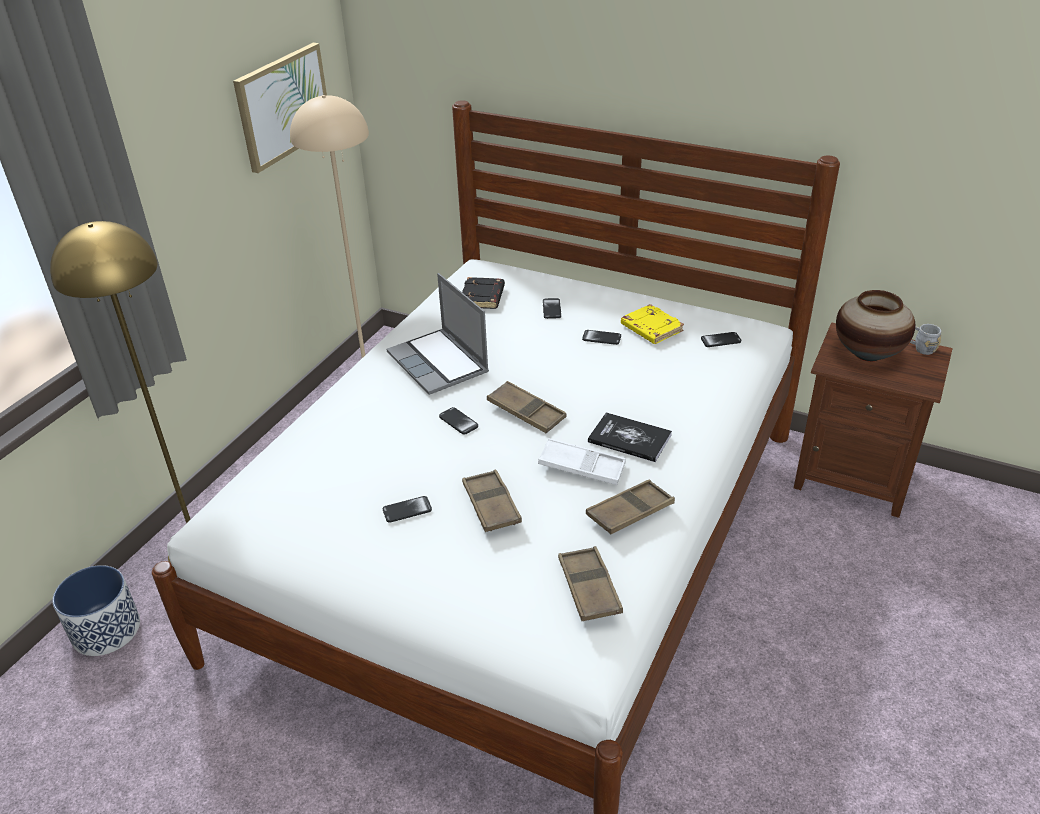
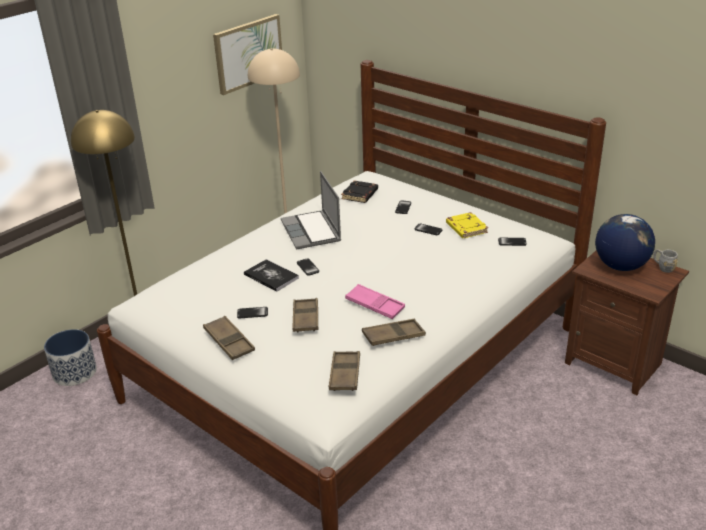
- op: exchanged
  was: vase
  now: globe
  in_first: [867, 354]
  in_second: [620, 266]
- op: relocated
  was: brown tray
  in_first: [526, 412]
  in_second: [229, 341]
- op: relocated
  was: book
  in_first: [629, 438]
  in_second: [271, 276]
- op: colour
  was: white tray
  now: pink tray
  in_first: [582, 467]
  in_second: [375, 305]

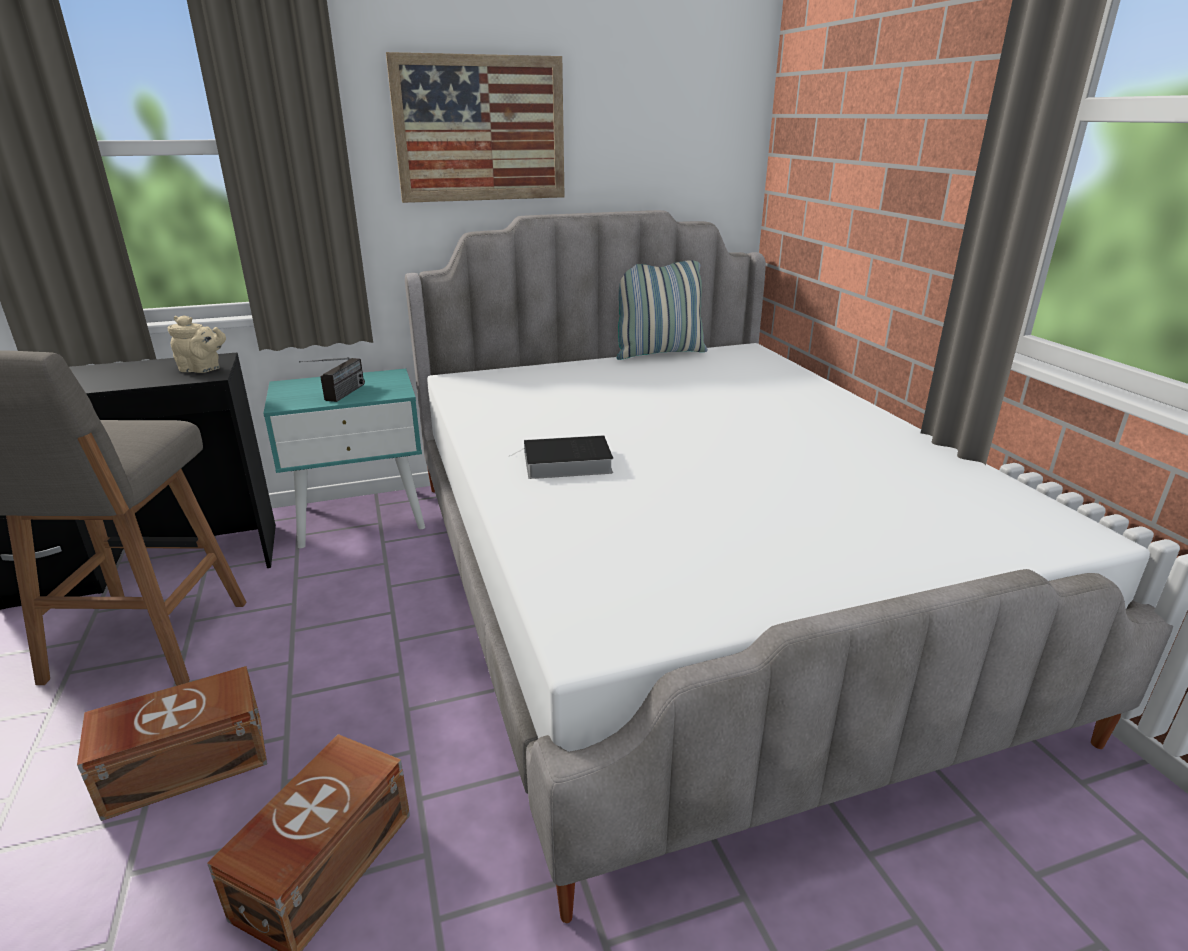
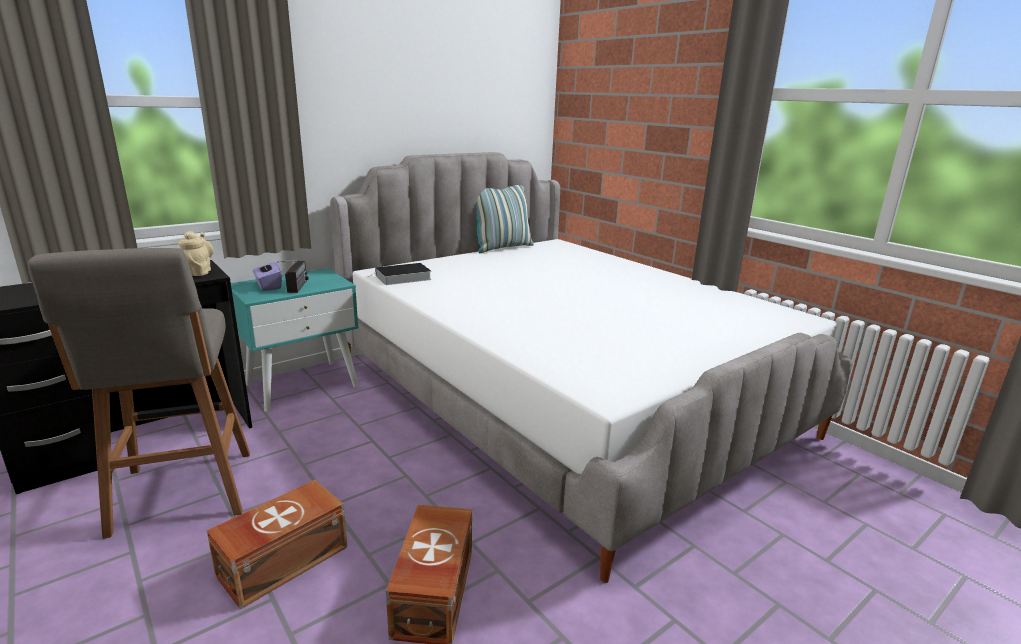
- op: missing
  was: picture
  in_first: [480, 129]
- op: spun
  was: beige teapot
  in_first: [203, 369]
  in_second: [199, 272]
  clockwise: -90
- op: relocated
  was: book
  in_first: [564, 463]
  in_second: [402, 278]
- op: appeared
  now: purple tissue box
  in_second: [268, 286]

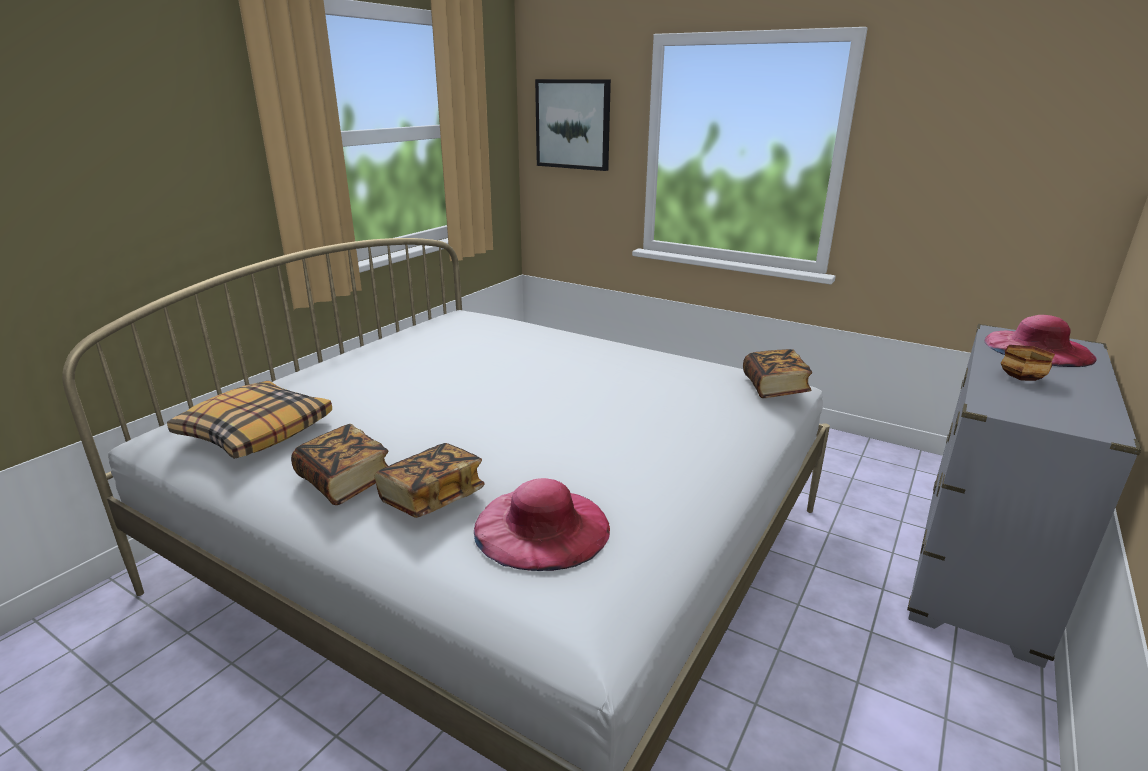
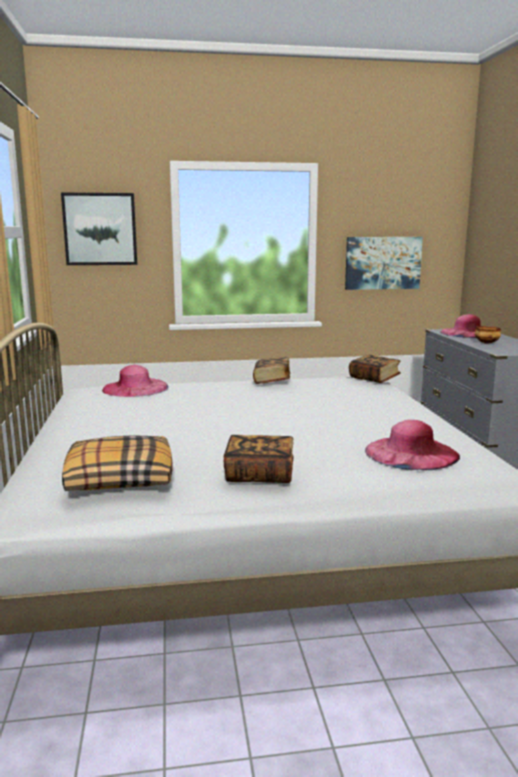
- op: relocated
  was: book
  in_first: [432, 497]
  in_second: [271, 381]
- op: appeared
  now: picture
  in_second: [382, 263]
- op: appeared
  now: pink hat
  in_second: [135, 388]

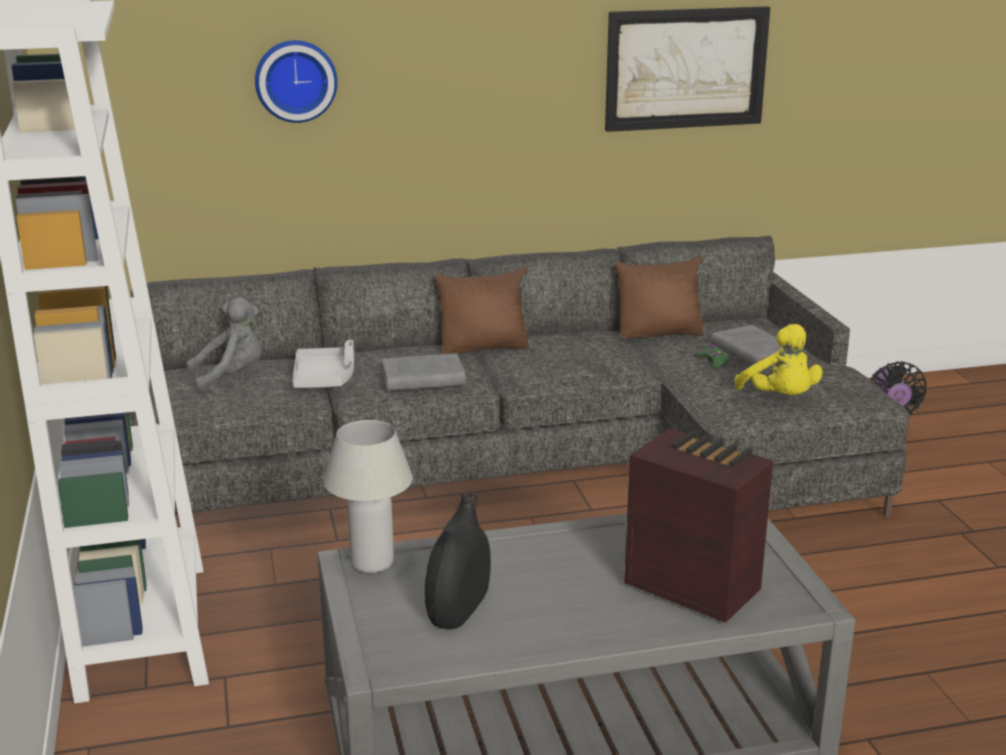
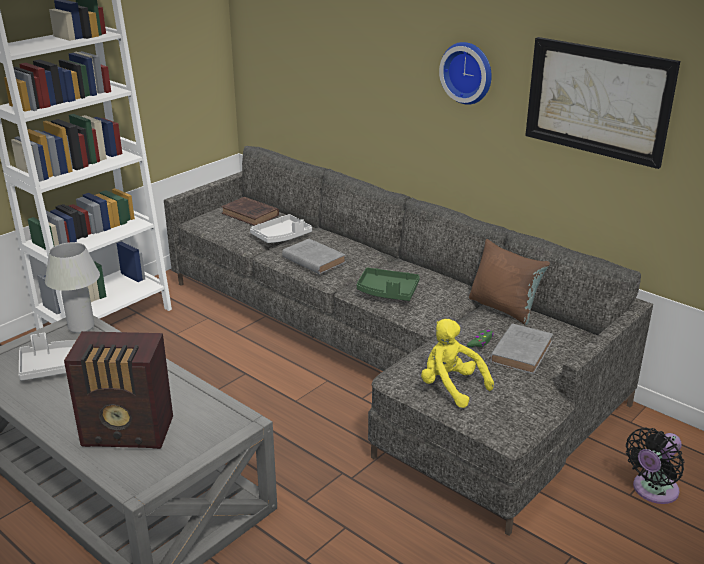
- op: relocated
  was: wall clock
  in_first: [295, 80]
  in_second: [468, 72]
- op: missing
  was: brown pillow
  in_first: [485, 347]
- op: exchanged
  was: grey plush toy
  now: brown book
  in_first: [231, 376]
  in_second: [251, 215]
- op: spun
  was: yellow plush toy
  in_first: [780, 398]
  in_second: [451, 387]
  clockwise: 105
- op: spun
  was: radio
  in_first: [691, 585]
  in_second: [129, 433]
  clockwise: 90
- op: exchanged
  was: black vase
  now: grey tray
  in_first: [458, 606]
  in_second: [54, 367]
- op: appeared
  now: green tray
  in_second: [387, 292]

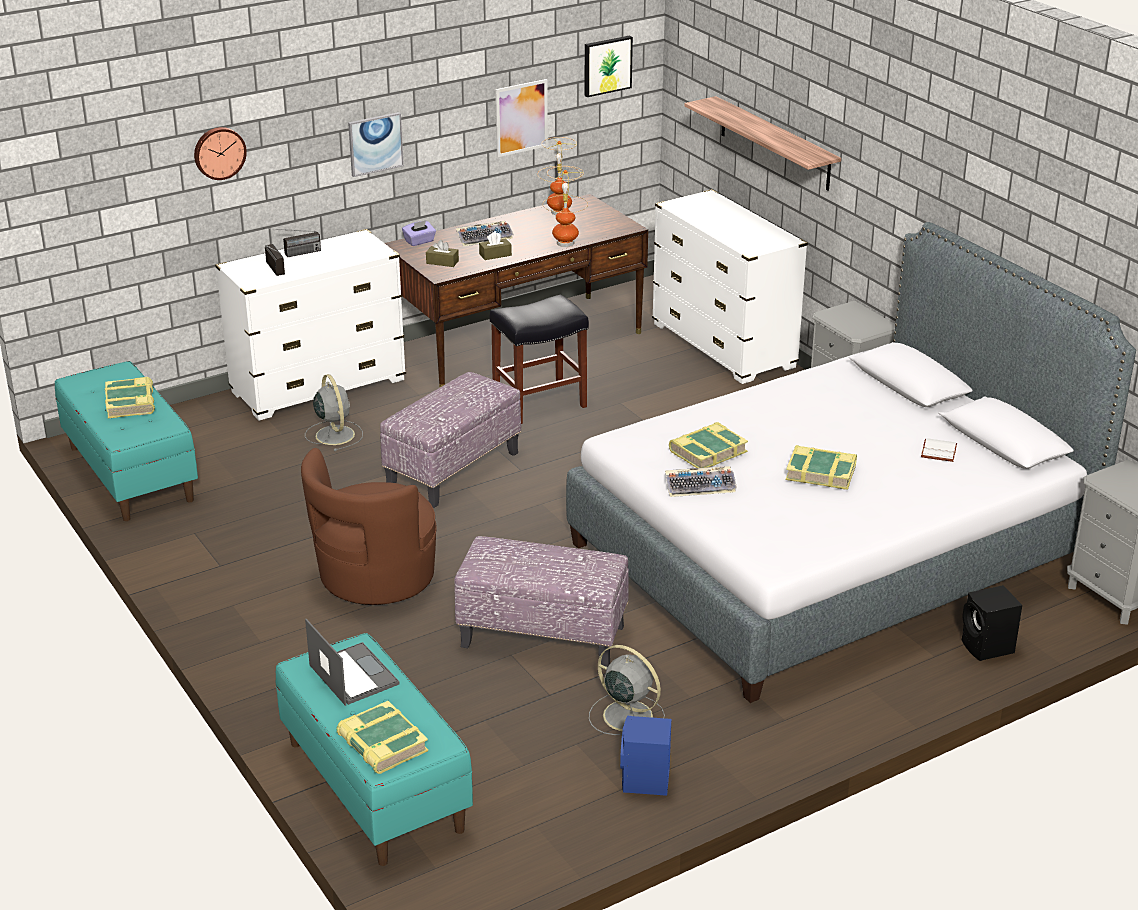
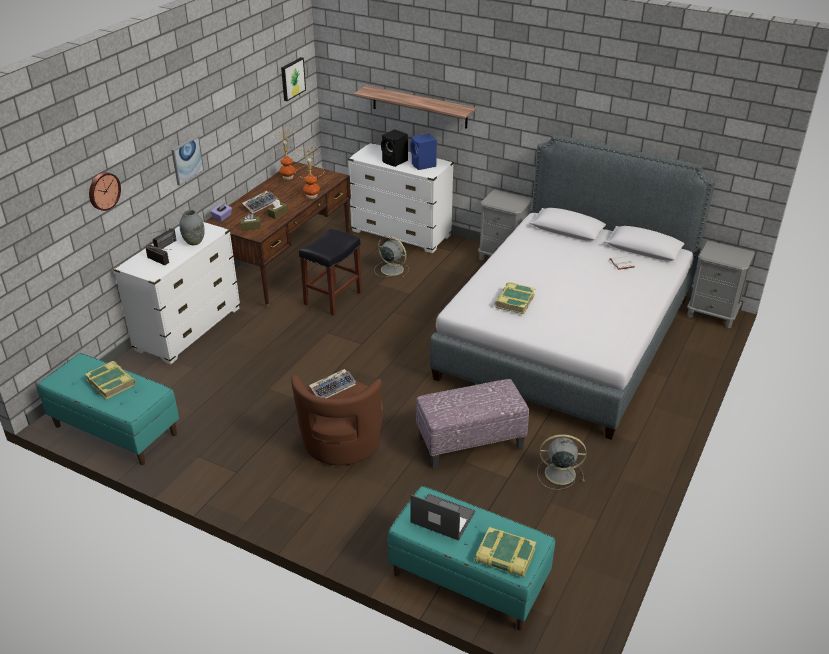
- op: missing
  was: picture
  in_first: [521, 117]
- op: missing
  was: ottoman
  in_first: [453, 469]
- op: relocated
  was: grey fan
  in_first: [334, 434]
  in_second: [391, 269]
- op: missing
  was: book
  in_first: [821, 472]
- op: relocated
  was: keyboard
  in_first: [700, 486]
  in_second: [333, 387]
- op: relocated
  was: black speaker
  in_first: [988, 648]
  in_second: [395, 161]
- op: relocated
  was: blue speaker
  in_first: [645, 782]
  in_second: [423, 165]
- op: appeared
  now: grey vase
  in_second: [194, 242]

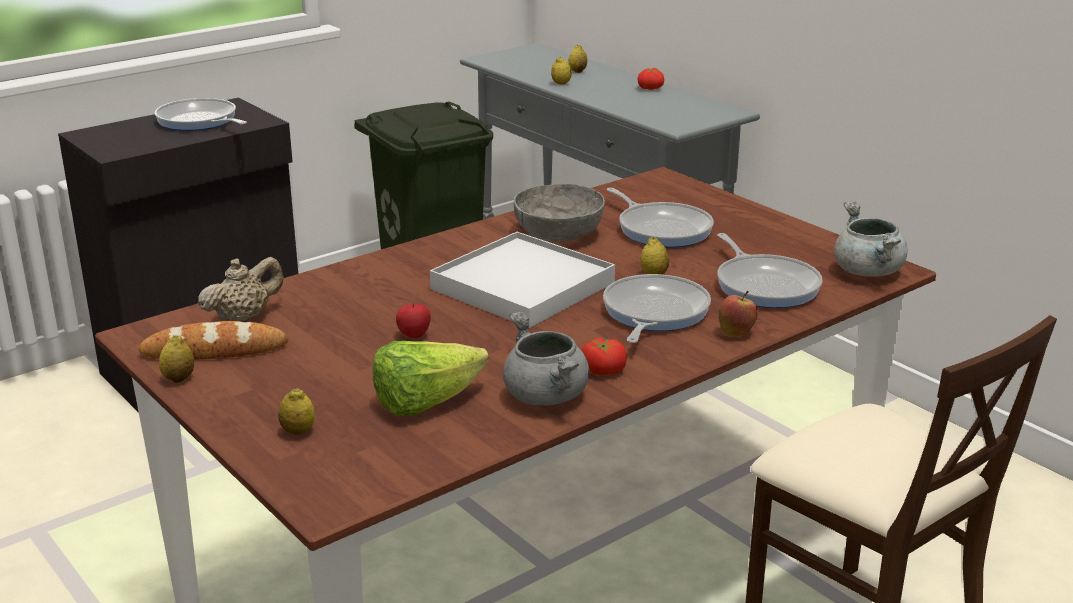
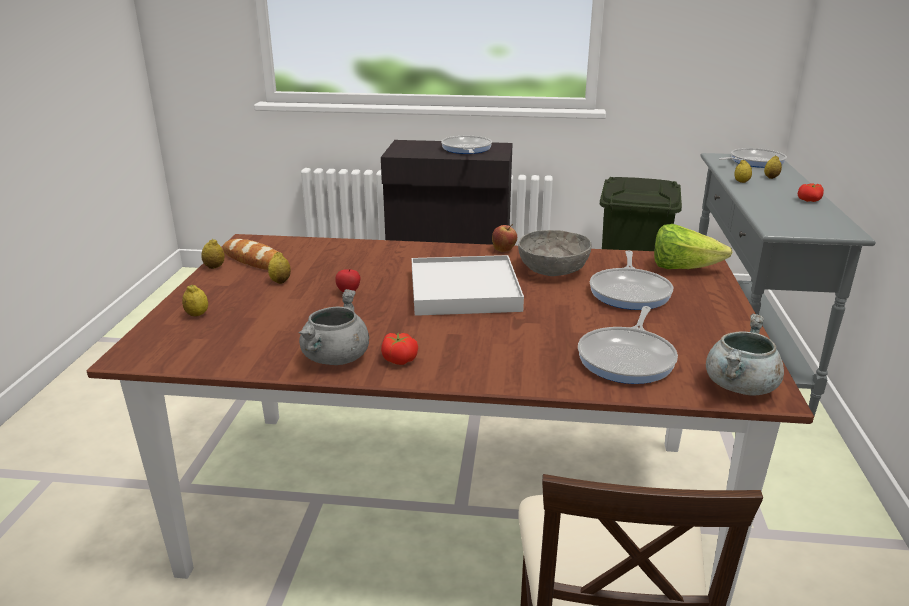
- op: relocated
  was: lemon
  in_first: [654, 275]
  in_second: [280, 281]
- op: missing
  was: beige teapot
  in_first: [244, 318]
- op: relocated
  was: frying pan
  in_first: [653, 313]
  in_second: [754, 162]
- op: relocated
  was: apple
  in_first: [736, 333]
  in_second: [504, 250]
- op: relocated
  was: lettuce
  in_first: [425, 403]
  in_second: [682, 268]

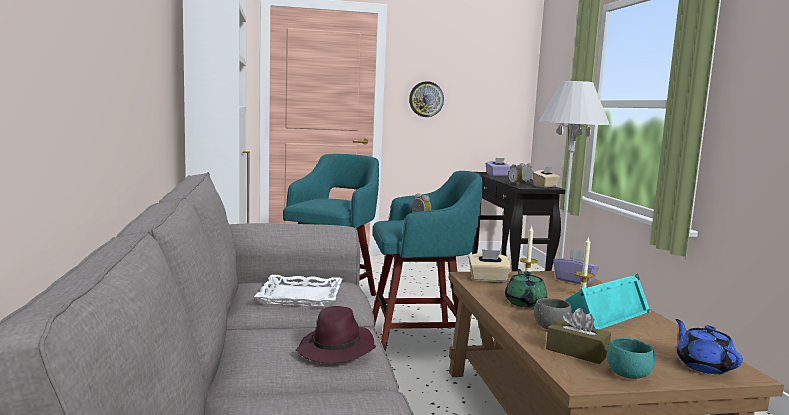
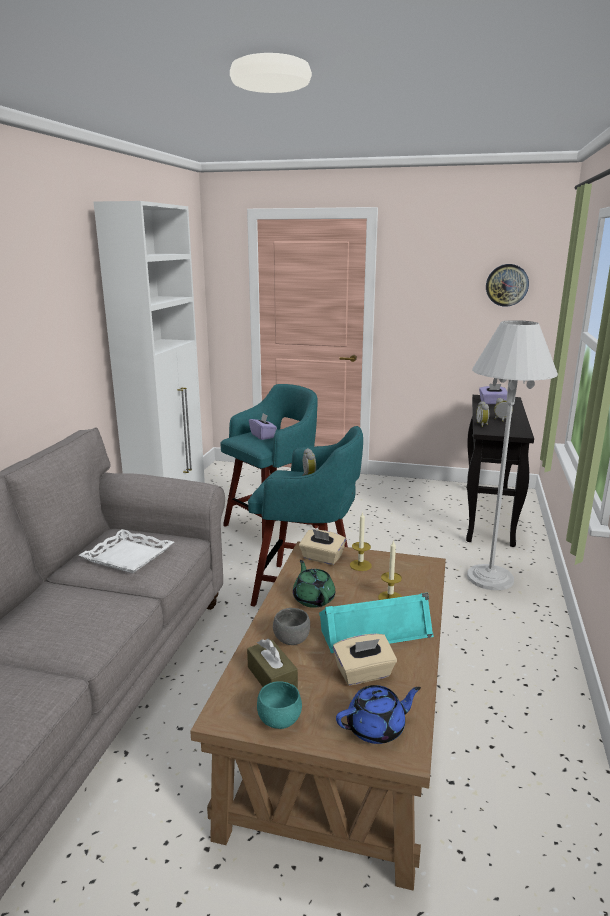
- op: relocated
  was: wall clock
  in_first: [426, 99]
  in_second: [507, 285]
- op: relocated
  was: beige tissue box
  in_first: [545, 186]
  in_second: [364, 674]
- op: relocated
  was: purple tissue box
  in_first: [574, 280]
  in_second: [263, 436]
- op: spun
  was: green teapot
  in_first: [525, 302]
  in_second: [313, 598]
  clockwise: -45
- op: missing
  was: purple hat
  in_first: [336, 350]
- op: spun
  was: blue teapot
  in_first: [703, 365]
  in_second: [377, 728]
  clockwise: 60

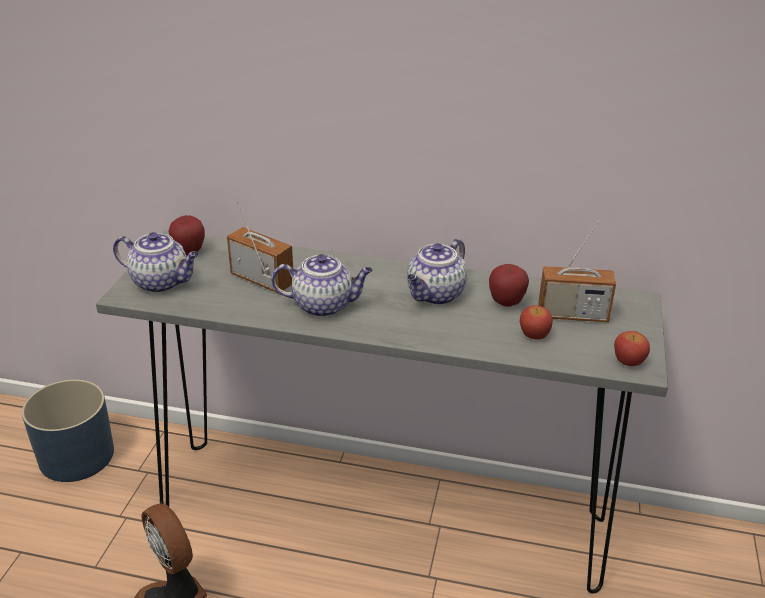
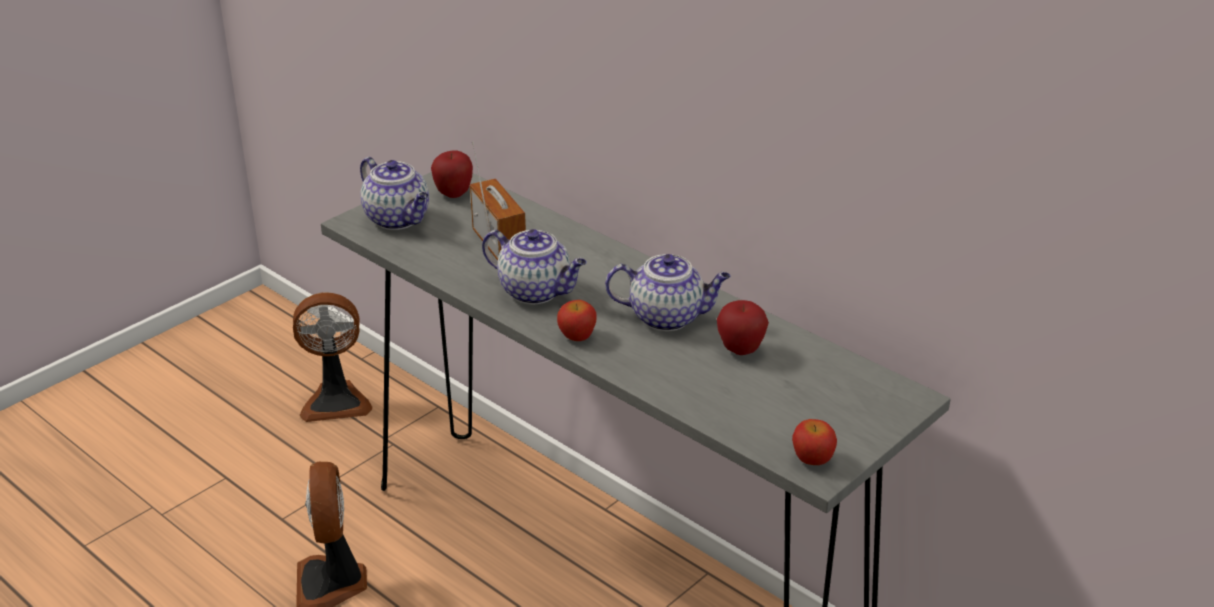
- op: missing
  was: radio
  in_first: [572, 315]
- op: spun
  was: teapot
  in_first: [435, 295]
  in_second: [668, 317]
  clockwise: -150
- op: relocated
  was: apple
  in_first: [533, 335]
  in_second: [577, 336]
- op: exchanged
  was: blue planter
  now: fan
  in_first: [77, 455]
  in_second: [336, 401]

